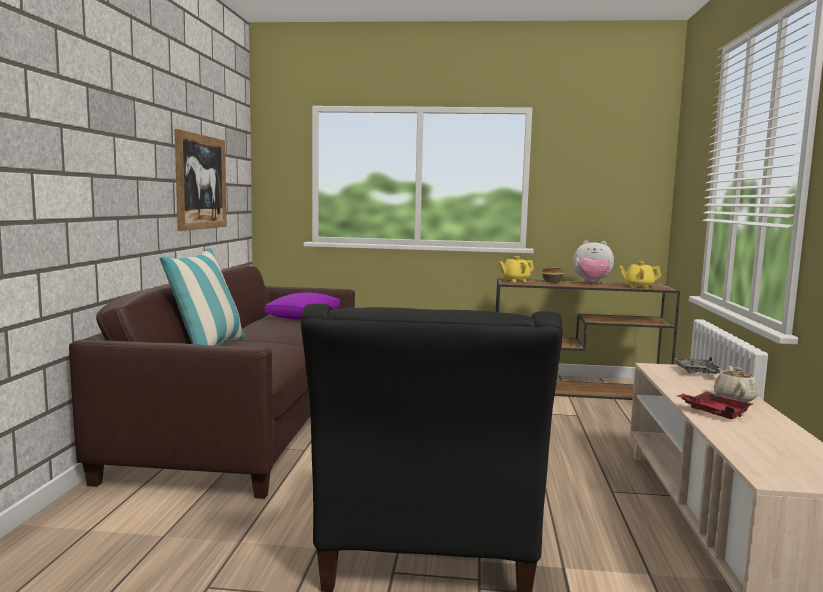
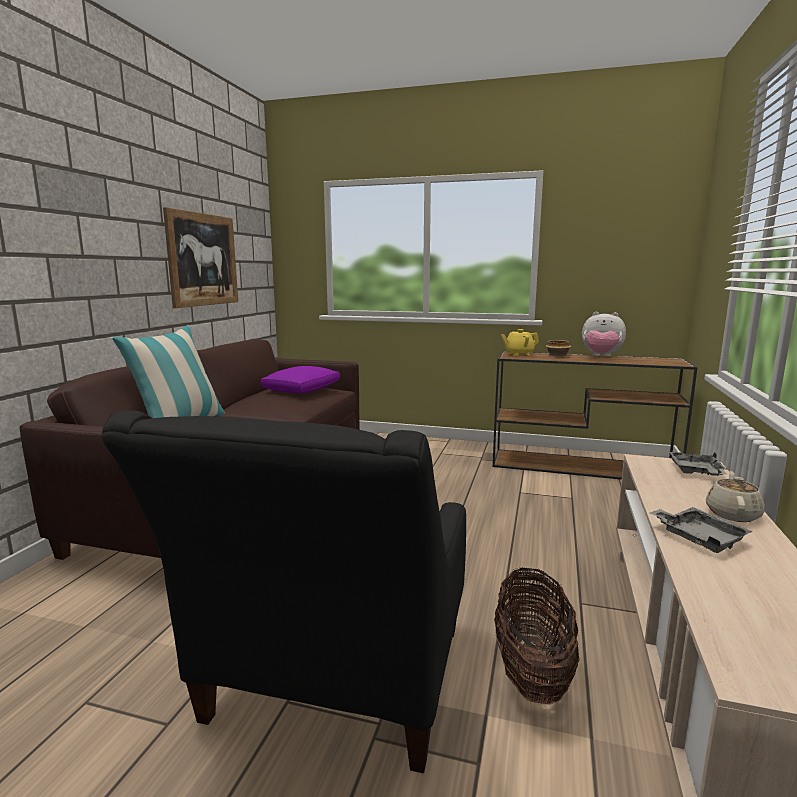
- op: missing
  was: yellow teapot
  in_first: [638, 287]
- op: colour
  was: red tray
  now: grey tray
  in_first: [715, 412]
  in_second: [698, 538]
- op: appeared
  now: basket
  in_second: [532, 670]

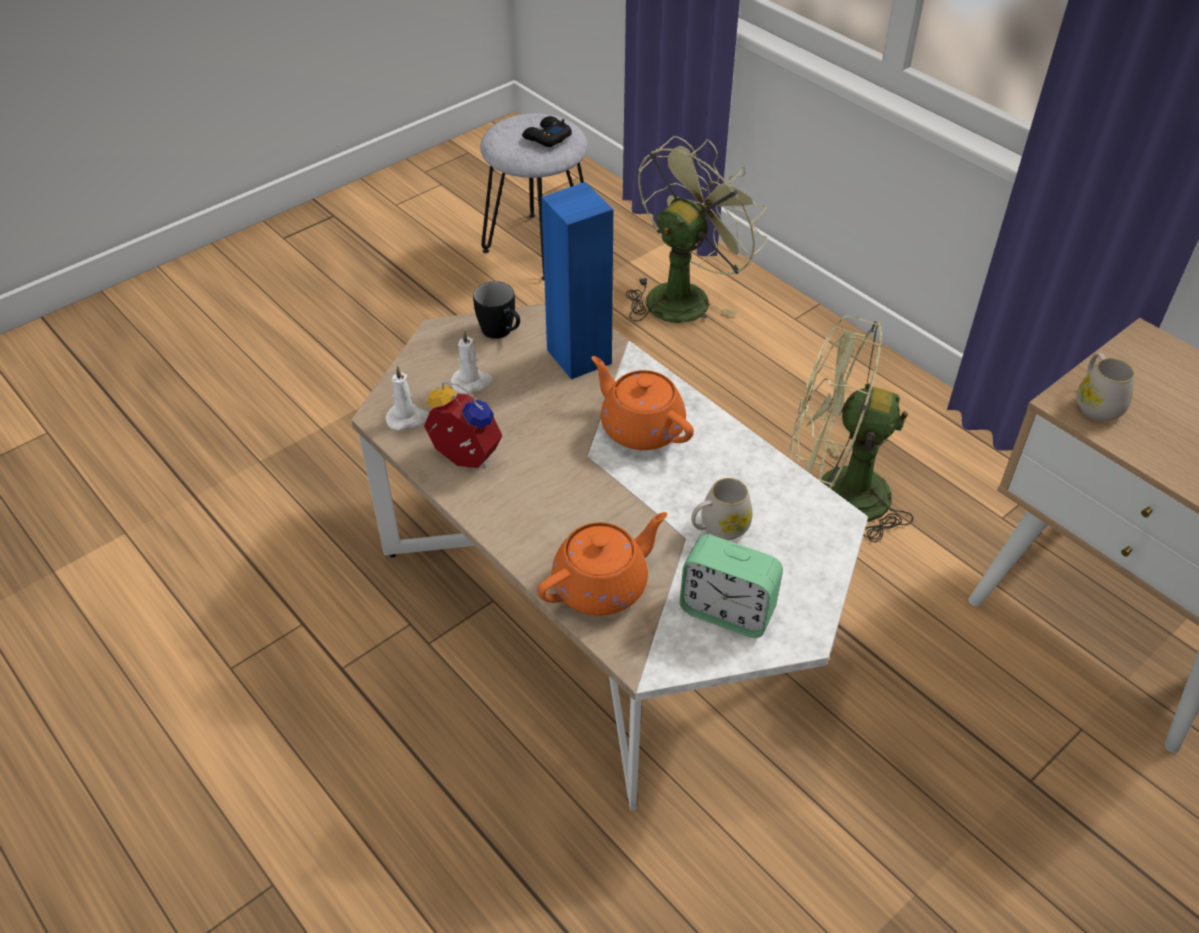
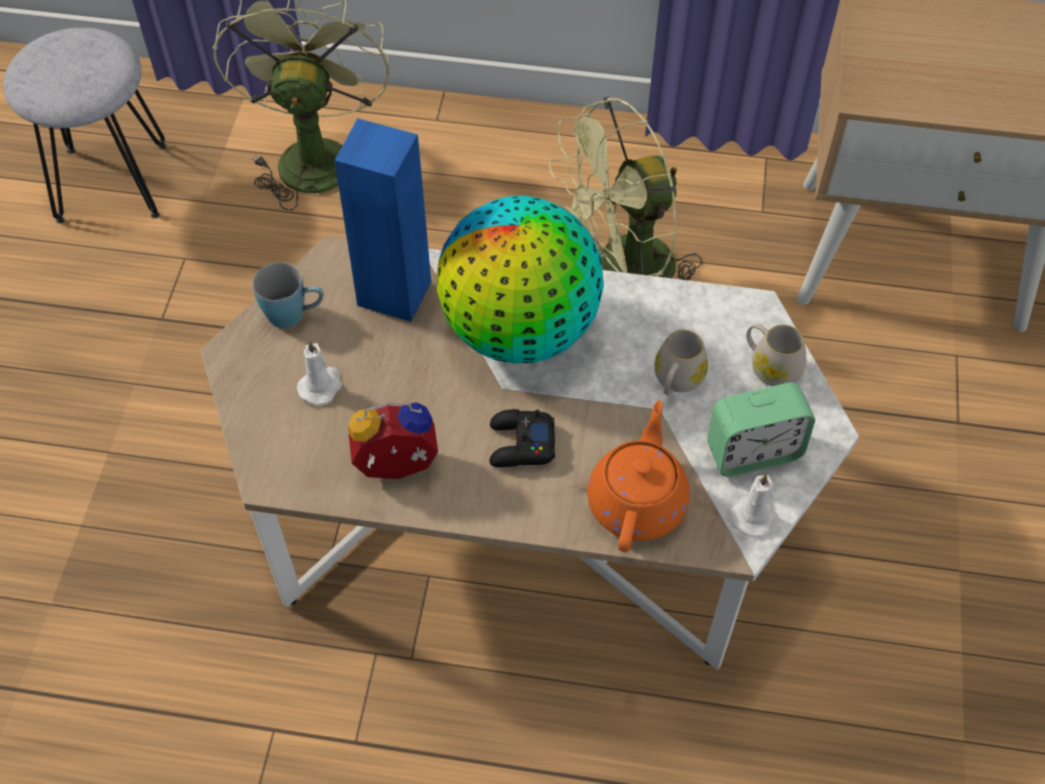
- op: relocated
  was: black game controller
  in_first: [546, 137]
  in_second: [520, 444]
- op: colour
  was: black mug
  now: blue mug
  in_first: [502, 332]
  in_second: [294, 314]
- op: relocated
  was: white mug
  in_first: [1096, 403]
  in_second: [770, 367]
- op: exchanged
  was: orange teapot
  now: globe
  in_first: [640, 427]
  in_second: [521, 330]
- op: relocated
  was: white candle
  in_first: [408, 418]
  in_second: [754, 515]

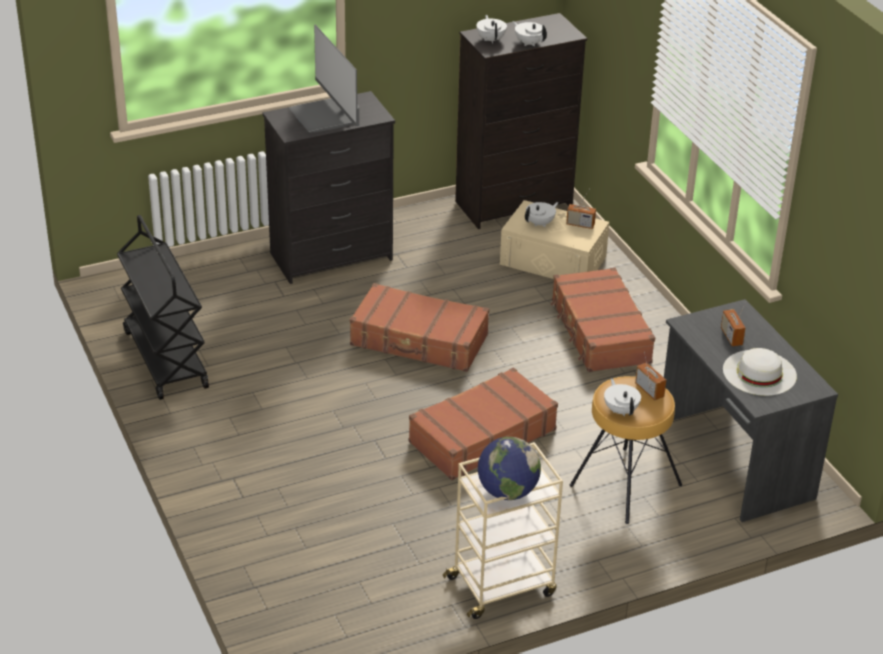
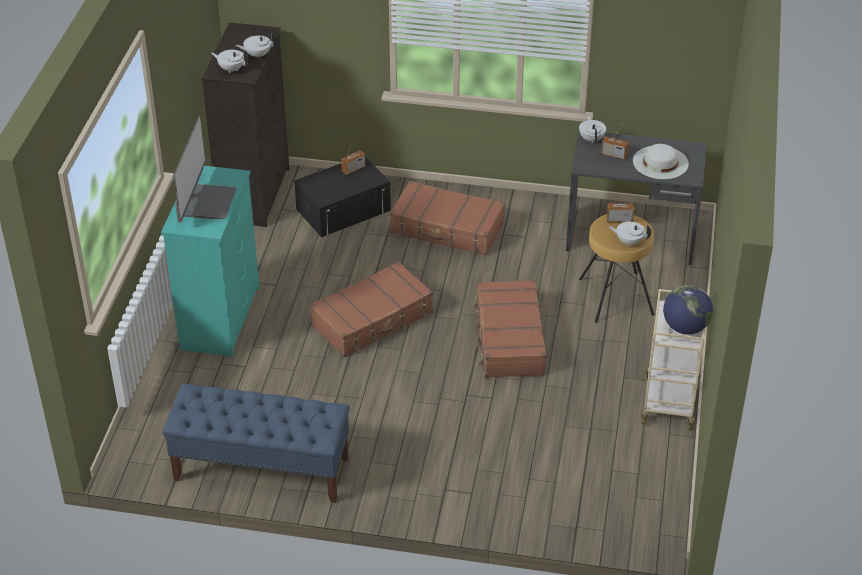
- op: spun
  was: monitor
  in_first: [325, 116]
  in_second: [205, 202]
  clockwise: -90
- op: colour
  was: black dresser
  now: turquoise dresser
  in_first: [332, 257]
  in_second: [221, 317]
- op: colour
  was: beige storage box
  now: black storage box
  in_first: [553, 260]
  in_second: [343, 209]
- op: relocated
  was: white teapot
  in_first: [540, 223]
  in_second: [592, 139]
- op: exchanged
  was: black cart
  now: blue bench
  in_first: [164, 358]
  in_second: [261, 469]

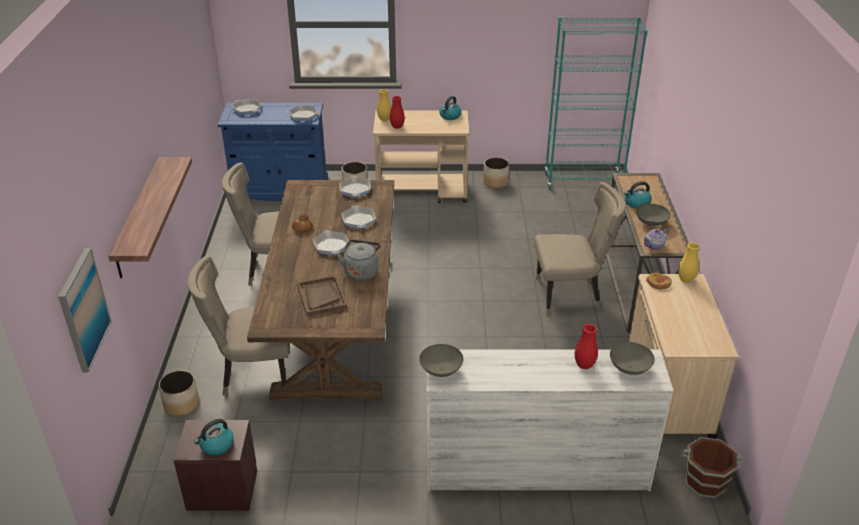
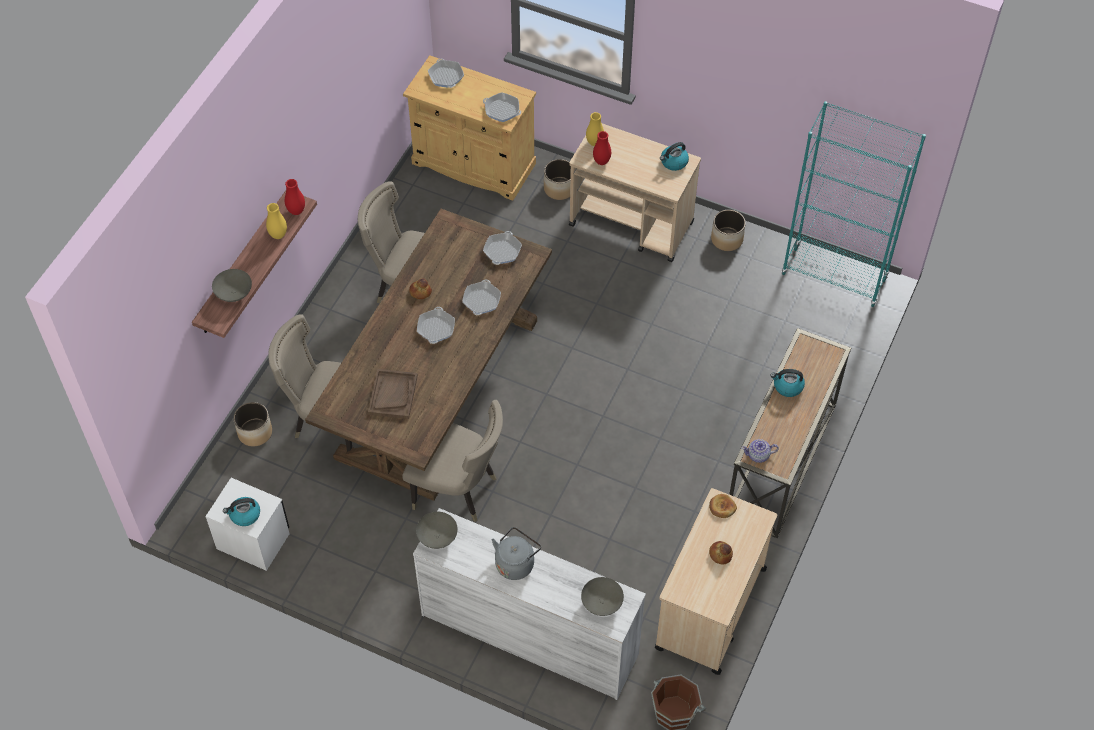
- op: colour
  was: blue cabinet
  now: beige cabinet
  in_first: [280, 190]
  in_second: [473, 164]
- op: relocated
  was: beige chair
  in_first: [571, 296]
  in_second: [459, 491]
- op: relocated
  was: grey bowl
  in_first: [650, 223]
  in_second: [233, 293]
- op: relocated
  was: grey kettle
  in_first: [361, 272]
  in_second: [516, 563]
- op: relocated
  was: yellow vase
  in_first: [686, 280]
  in_second: [278, 235]
- op: missing
  was: picture
  in_first: [83, 310]
- op: relocated
  was: red vase
  in_first: [584, 365]
  in_second: [296, 211]
- op: colour
  was: brown nightstand
  now: white nightstand
  in_first: [222, 490]
  in_second: [253, 541]
- op: appeared
  now: bread
  in_second: [720, 554]

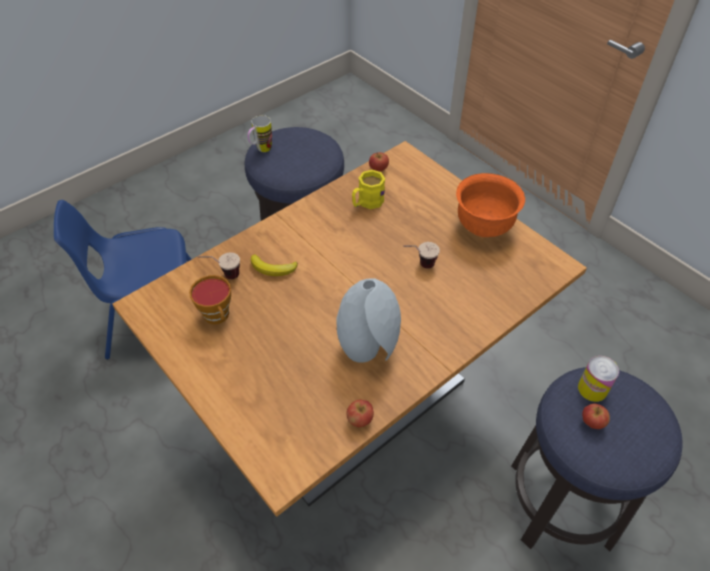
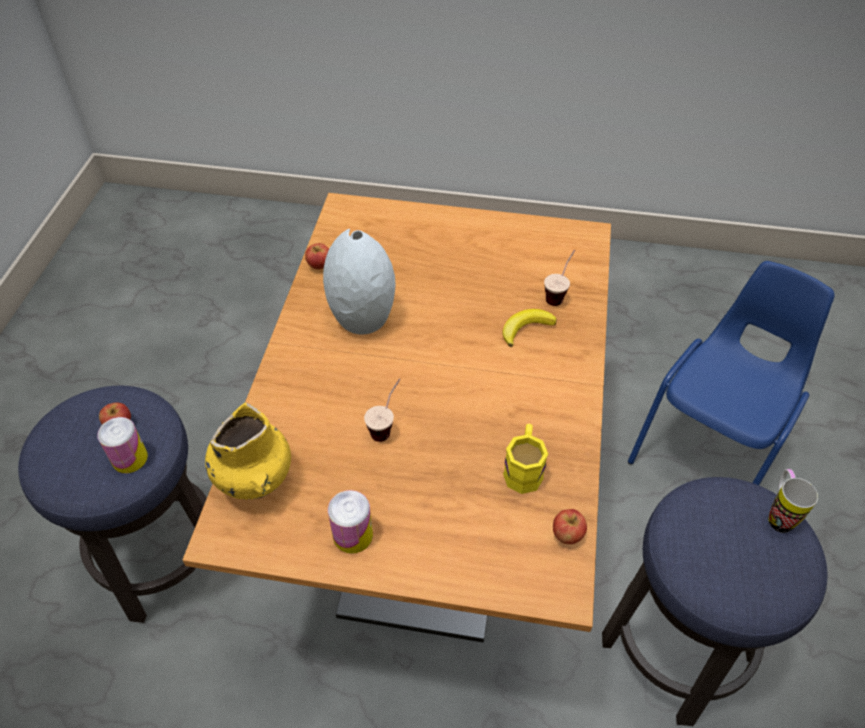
- op: exchanged
  was: orange bowl
  now: can
  in_first: [484, 226]
  in_second: [352, 535]
- op: missing
  was: cup
  in_first: [218, 316]
- op: appeared
  now: yellow vase
  in_second: [254, 481]

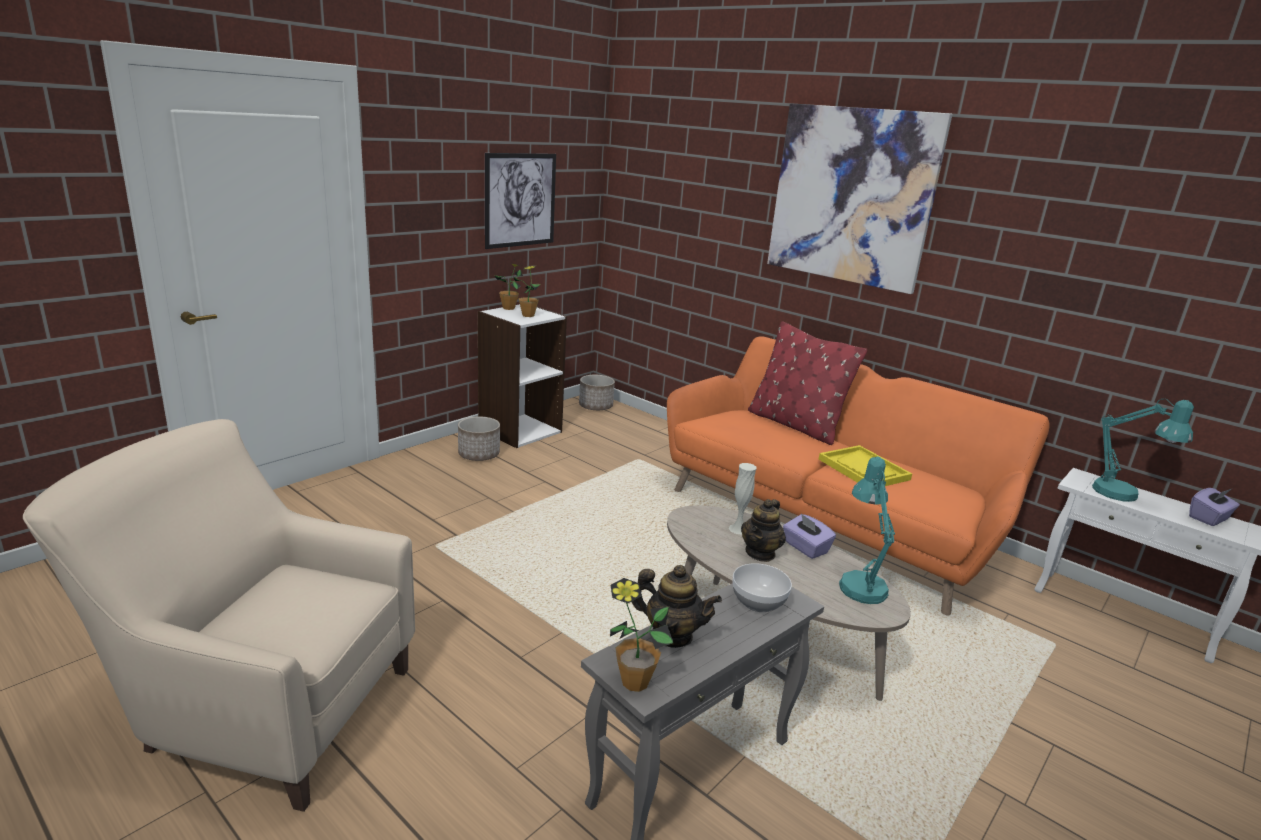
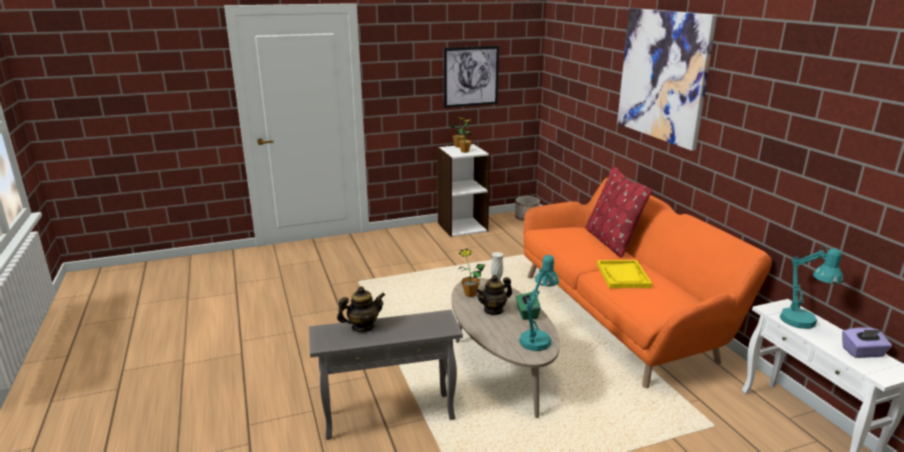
- op: missing
  was: planter
  in_first: [479, 454]
- op: missing
  was: beige armchair
  in_first: [260, 708]
- op: colour
  was: purple tissue box
  now: green tissue box
  in_first: [805, 548]
  in_second: [526, 313]
- op: missing
  was: bowl
  in_first: [758, 602]
- op: spun
  was: teapot
  in_first: [671, 635]
  in_second: [362, 327]
  clockwise: -75
- op: relocated
  was: potted plant
  in_first: [634, 682]
  in_second: [470, 294]

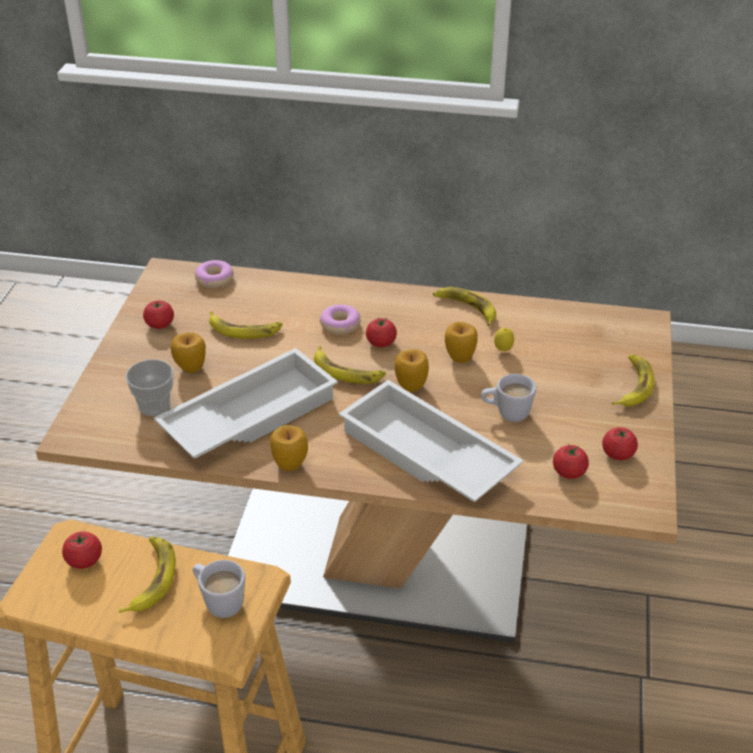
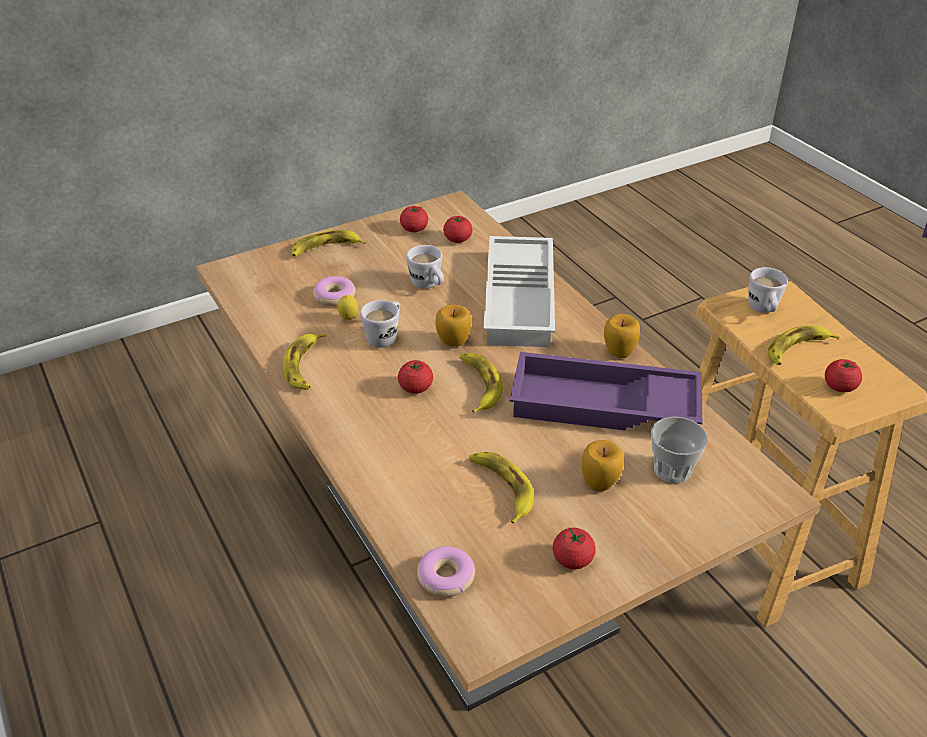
- op: relocated
  was: donut
  in_first: [340, 324]
  in_second: [335, 296]
- op: exchanged
  was: apple
  now: white mug
  in_first: [459, 357]
  in_second: [385, 336]
- op: colour
  was: white tray
  now: purple tray
  in_first: [249, 415]
  in_second: [602, 406]

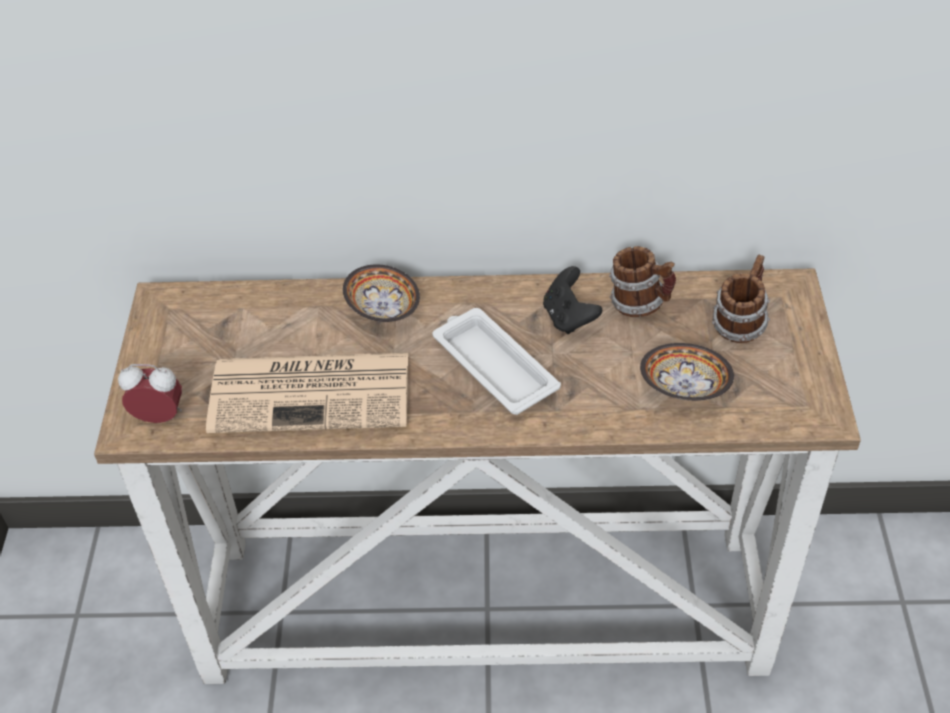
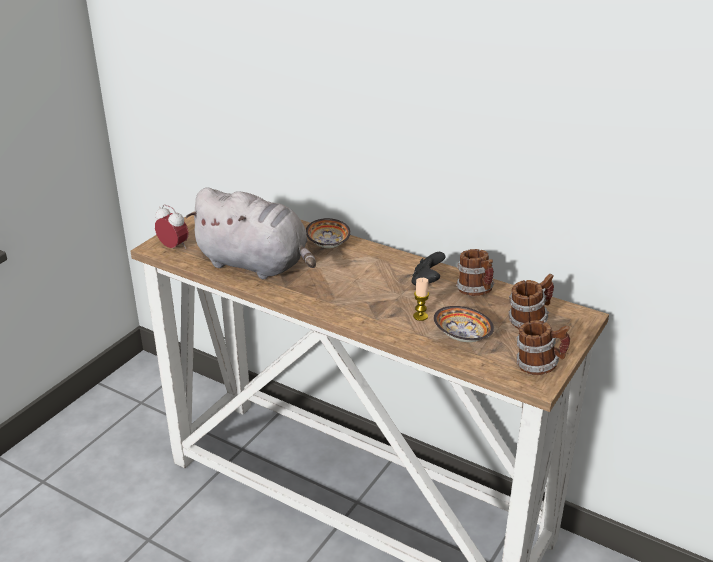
- op: missing
  was: white tray
  in_first: [493, 366]
- op: exchanged
  was: newspaper
  now: grey plush toy
  in_first: [313, 392]
  in_second: [256, 264]
- op: appeared
  now: candle
  in_second: [420, 316]
- op: appeared
  now: mug
  in_second: [539, 366]

